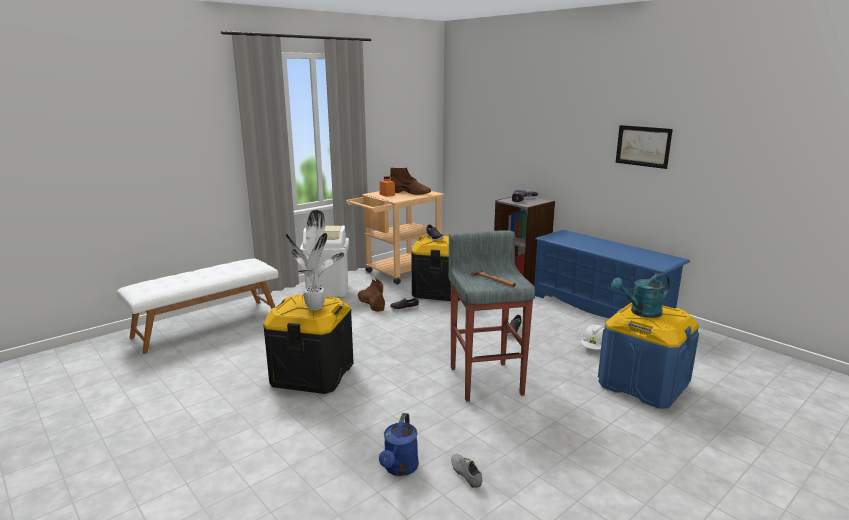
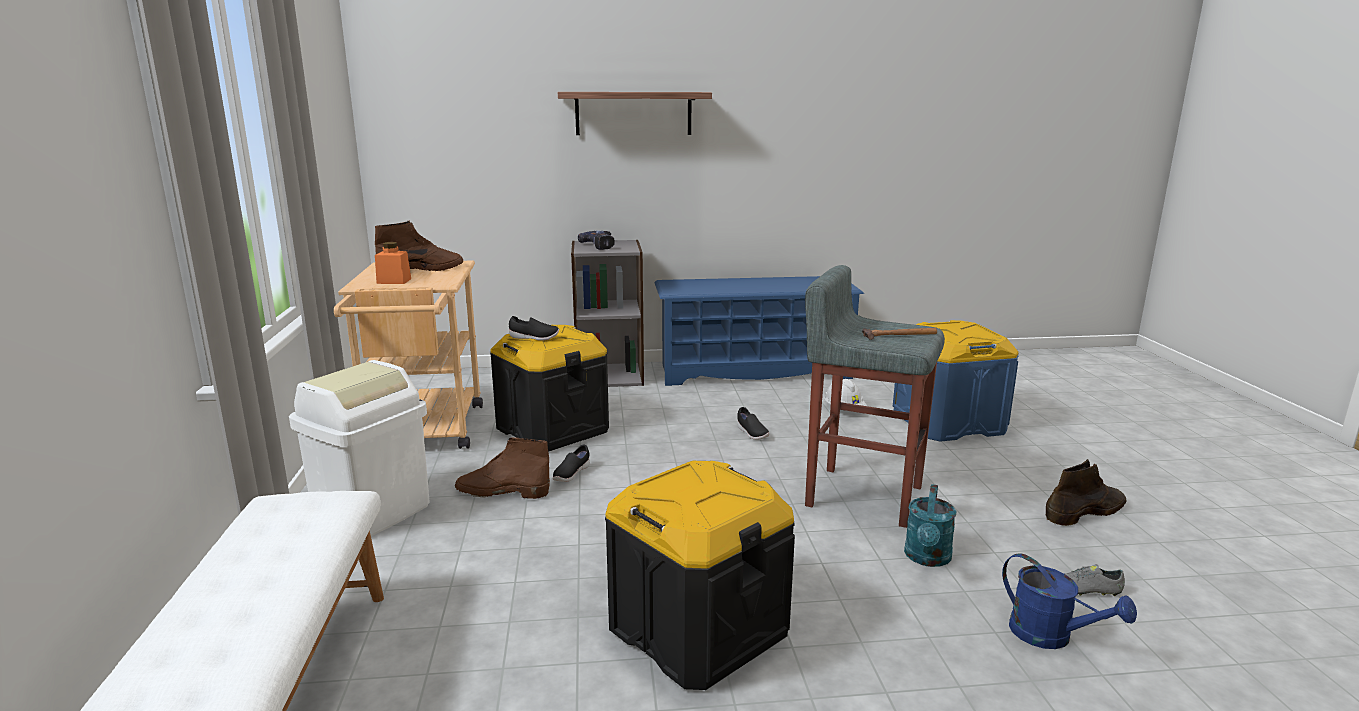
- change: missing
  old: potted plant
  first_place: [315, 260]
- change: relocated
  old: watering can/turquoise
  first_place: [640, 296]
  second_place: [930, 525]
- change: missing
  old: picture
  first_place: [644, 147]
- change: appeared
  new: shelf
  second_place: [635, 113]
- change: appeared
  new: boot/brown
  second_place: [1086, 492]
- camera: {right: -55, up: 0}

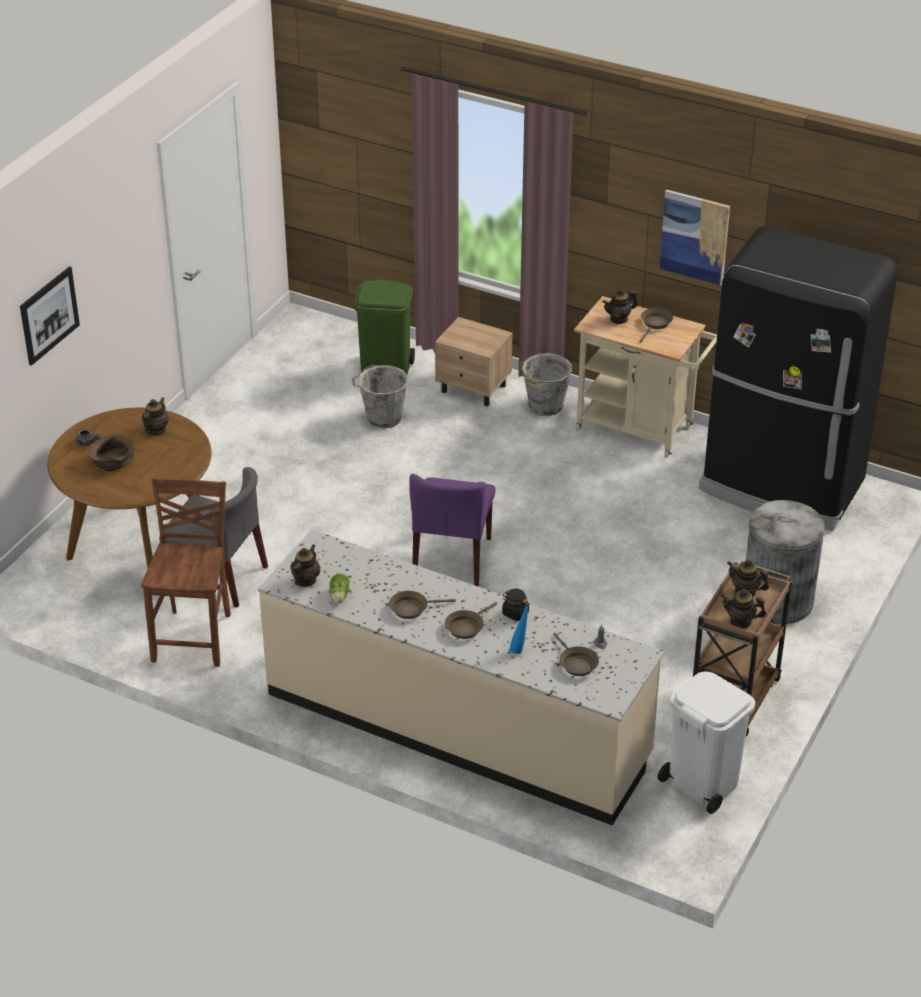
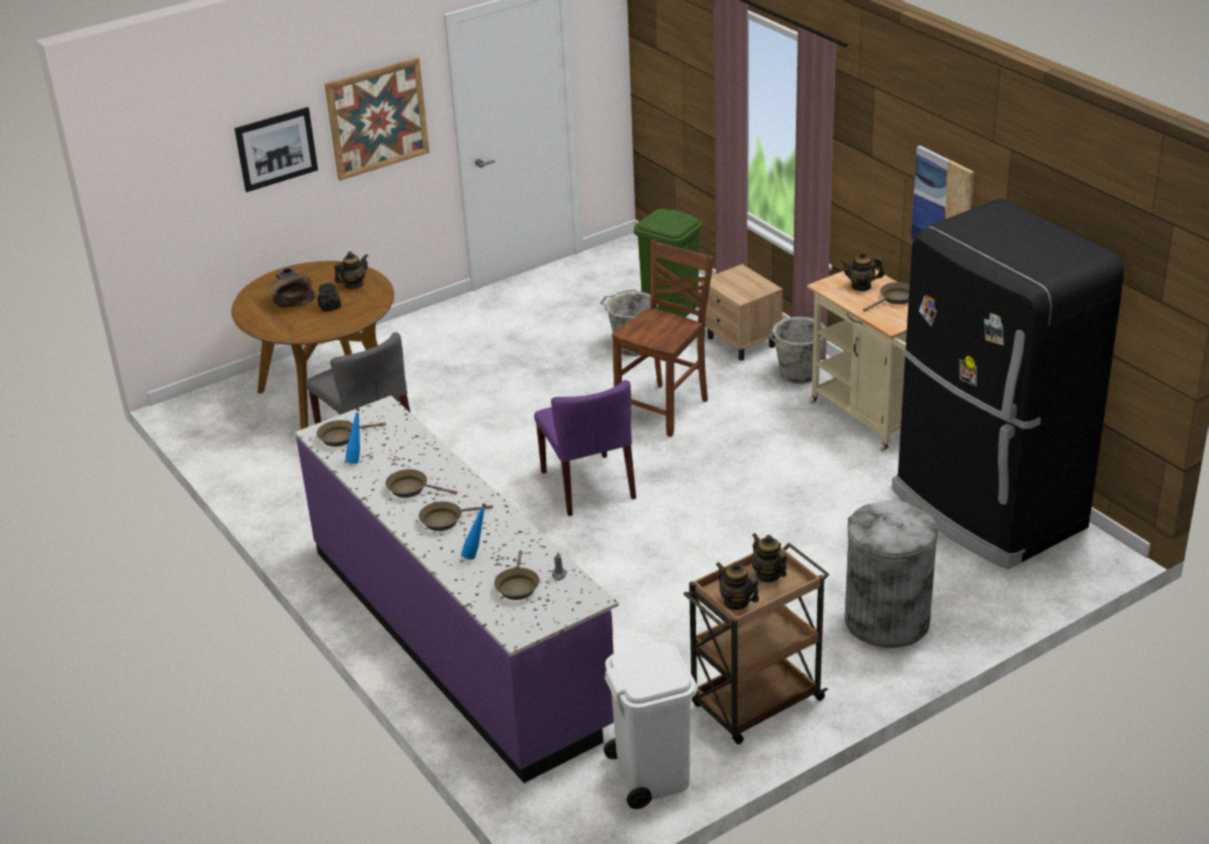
- change: relocated
  old: chair/brown
  first_place: [186, 572]
  second_place: [663, 338]
- change: colour
  old: counter/beige
  new: counter/purple
  first_place: [461, 677]
  second_place: [457, 589]
- change: exchanged
  old: teapot
  new: frying pan/brown
  first_place: [305, 565]
  second_place: [351, 433]
- change: exchanged
  old: lettuce
  new: bottle/blue
  first_place: [340, 588]
  second_place: [352, 436]
- change: spun
  old: chair/purple
  first_place: [452, 530]
  second_place: [585, 448]
  degrees: -60
- change: relocated
  old: jar/black
  first_place: [515, 605]
  second_place: [329, 297]
- change: appeared
  new: picture
  second_place: [377, 119]
- camera: {right: 30, up: -5}

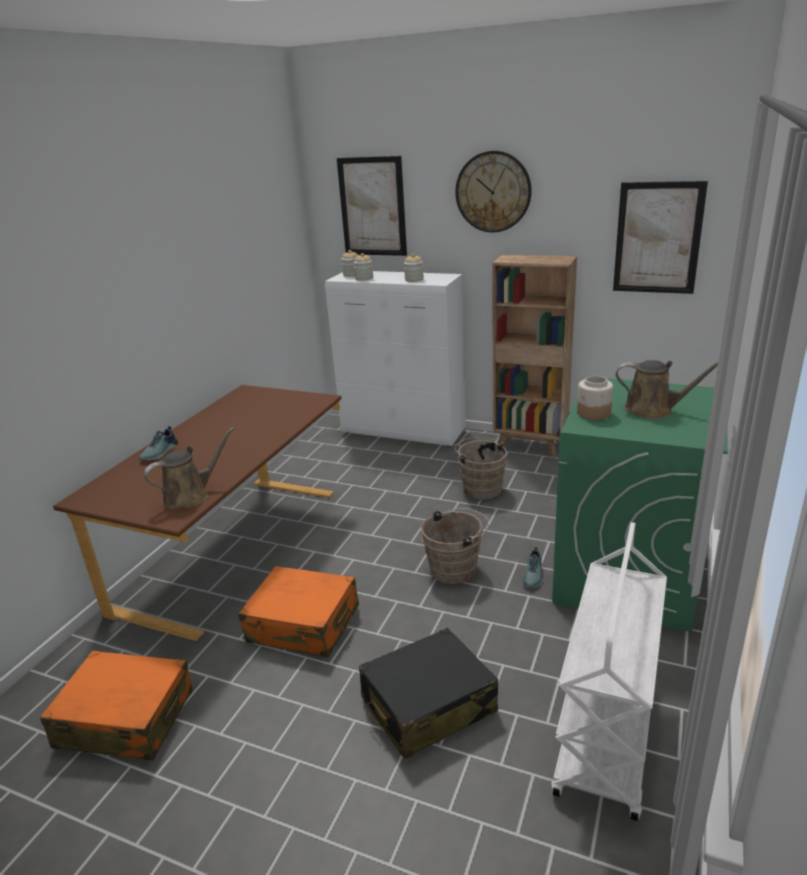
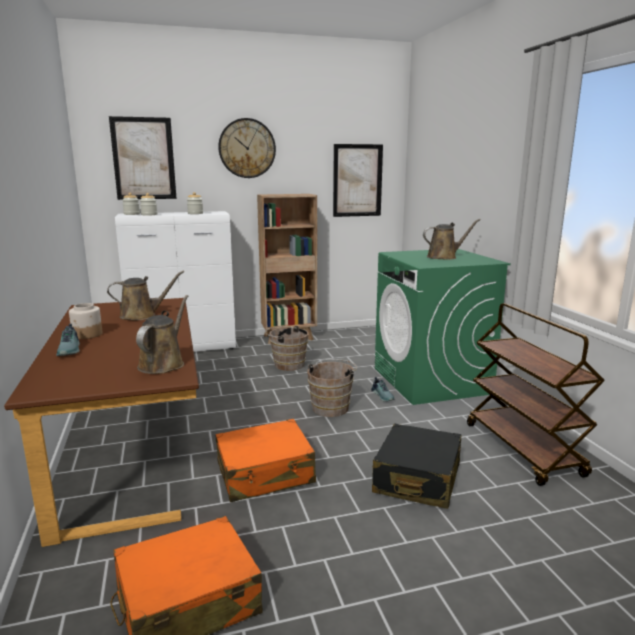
- change: colour
  old: cart/white
  new: cart/brown
  first_place: [609, 671]
  second_place: [536, 394]
- change: relocated
  old: jar
  first_place: [595, 398]
  second_place: [86, 321]
- change: appeared
  new: watering can/brown
  second_place: [145, 295]
- camera: {right: -40, up: -10}

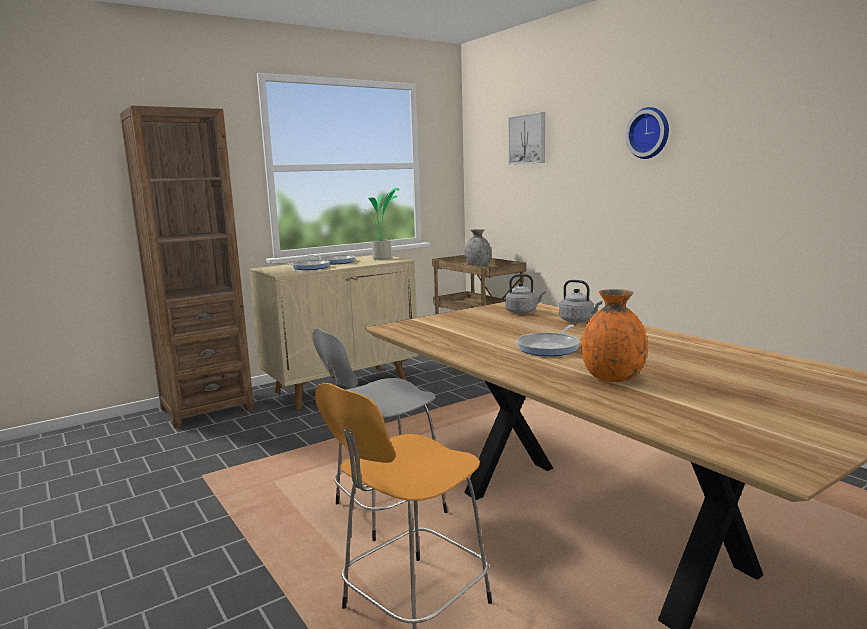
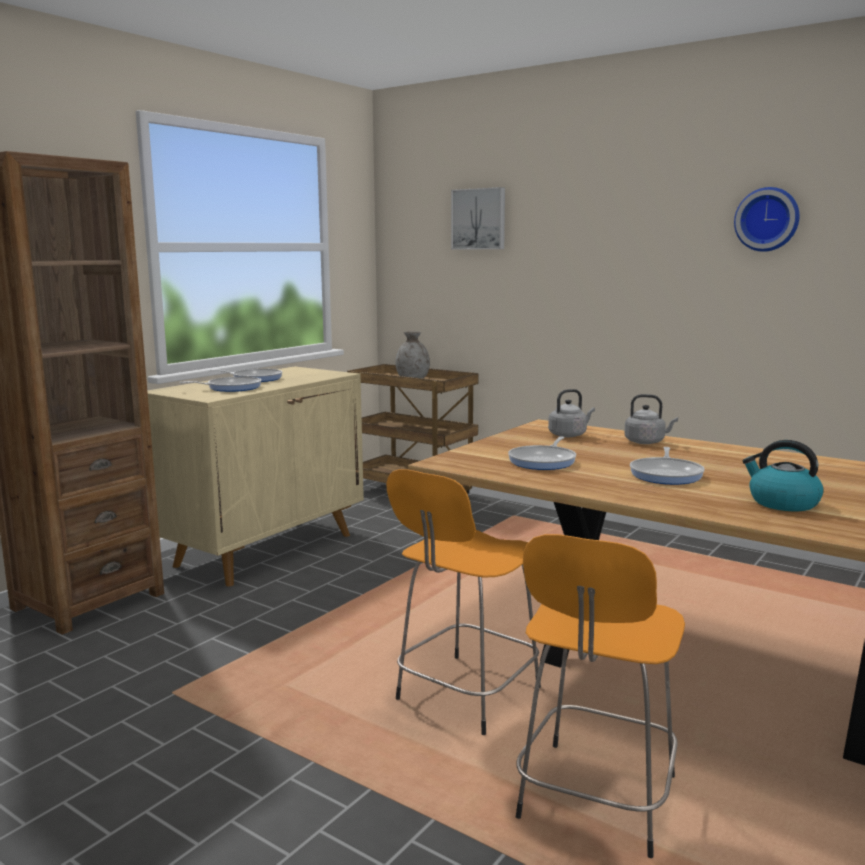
- change: colour
  old: stool/grey
  new: stool/orange
  first_place: [380, 434]
  second_place: [463, 602]
- change: missing
  old: potted plant
  first_place: [380, 224]
- change: exchanged
  old: vase/orange
  new: kettle
  first_place: [614, 335]
  second_place: [783, 475]
- change: relocated
  old: wall clock
  first_place: [647, 133]
  second_place: [767, 219]
- change: appeared
  new: frying pan
  second_place: [542, 453]
- camera: {right: -20, up: 0}

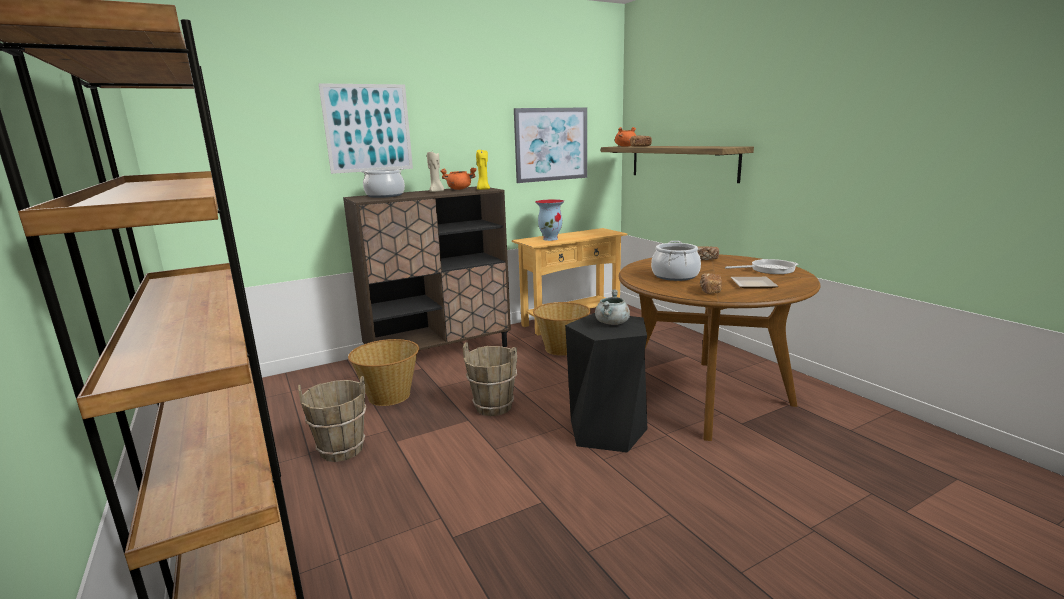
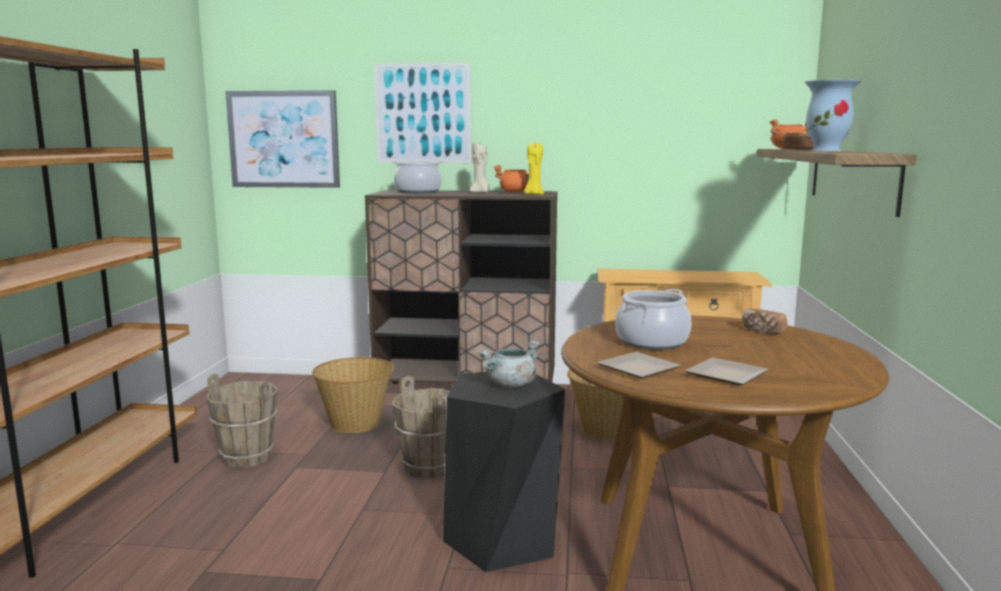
- change: relocated
  old: picture
  first_place: [550, 145]
  second_place: [282, 139]
- change: relocated
  old: vase
  first_place: [549, 220]
  second_place: [833, 115]
- change: exchanged
  old: bread
  new: plate
  first_place: [711, 283]
  second_place: [639, 365]
- change: missing
  old: frying pan
  first_place: [761, 266]
- camera: {right: 35, up: -5}

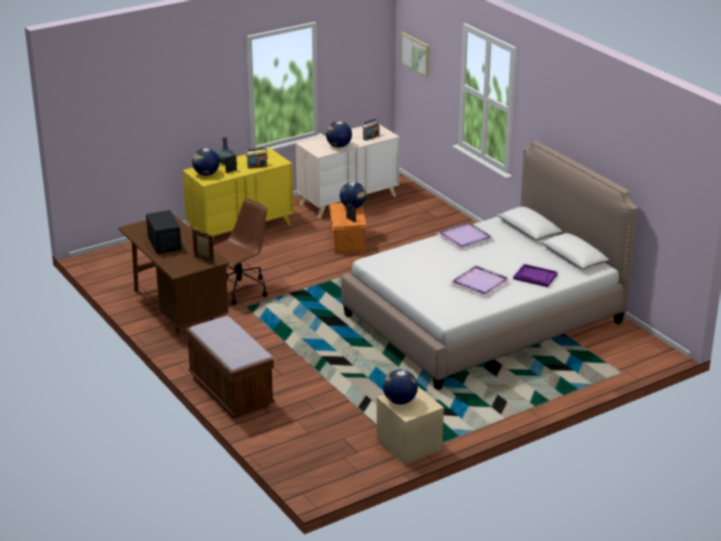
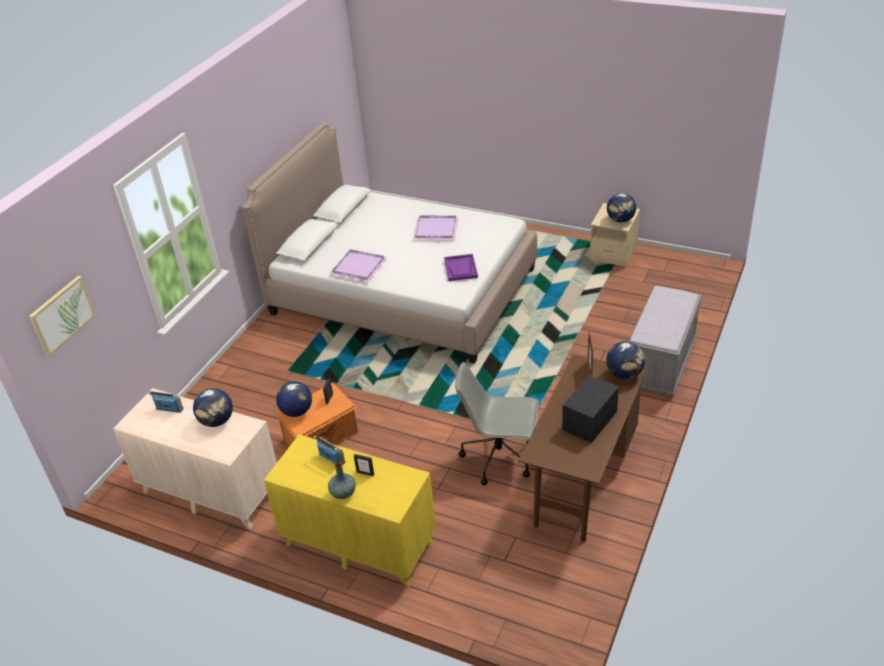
- change: colour
  old: bench/brown
  new: bench/grey
  first_place: [230, 367]
  second_place: [665, 340]
- change: relocated
  old: globe
  first_place: [206, 162]
  second_place: [625, 360]
- change: colour
  old: office chair/brown
  new: office chair/grey
  first_place: [240, 252]
  second_place: [497, 423]
- change: relocated
  old: tray/purple
  first_place: [535, 275]
  second_place: [461, 267]
- camera: {right: -120, up: 10}

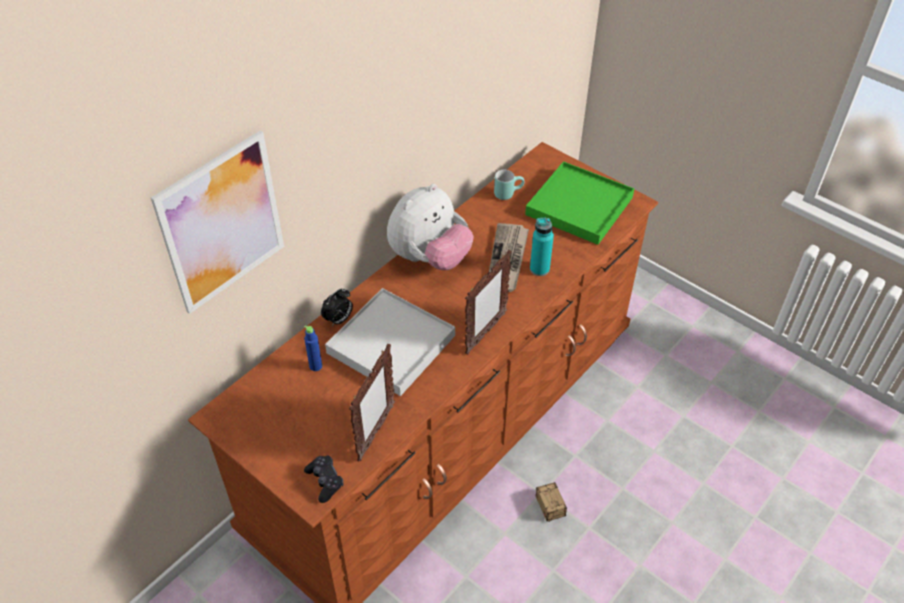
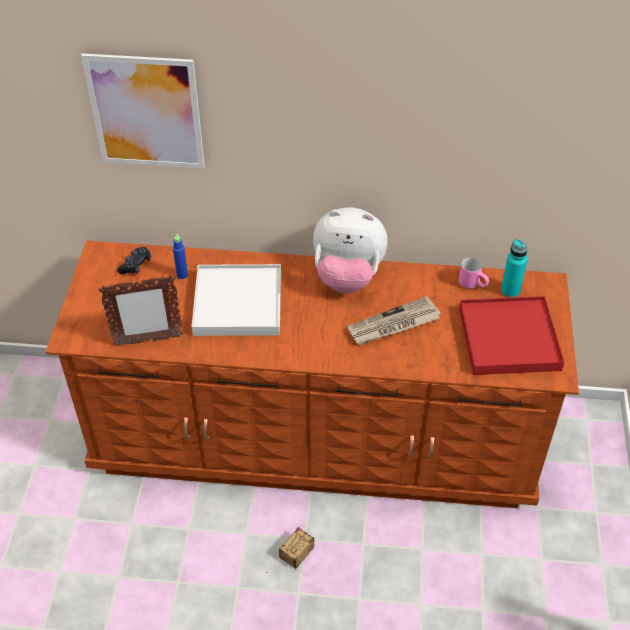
- change: relocated
  old: game controller/black
  first_place: [324, 479]
  second_place: [134, 260]
- change: missing
  old: alarm clock
  first_place: [337, 307]
- change: missing
  old: picture frame
  first_place: [488, 302]
- change: colour
  old: mug/turquoise
  new: mug/pink
  first_place: [509, 185]
  second_place: [474, 273]
- change: colour
  old: tray/green
  new: tray/red
  first_place: [579, 203]
  second_place: [512, 335]
- change: relocated
  old: bottle/turquoise
  first_place: [542, 247]
  second_place: [514, 268]
- camera: {right: 55, up: 0}

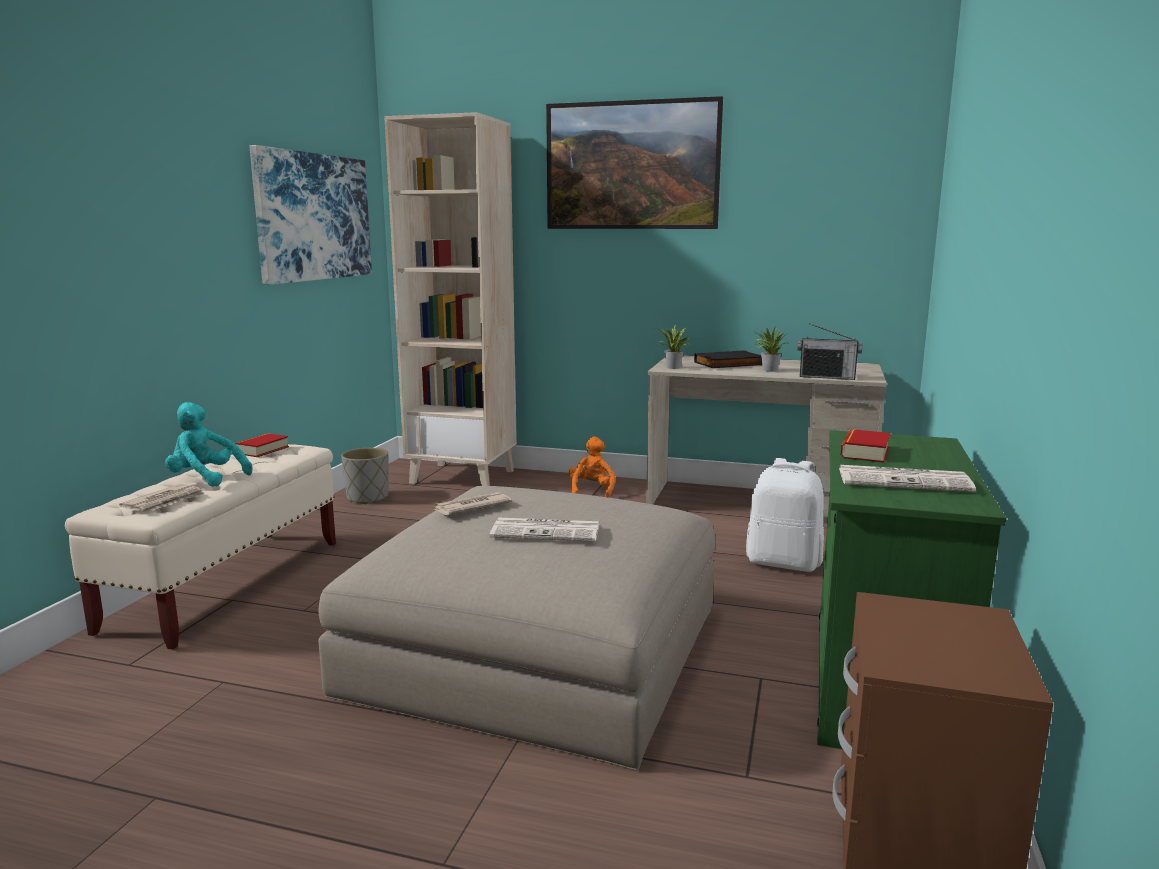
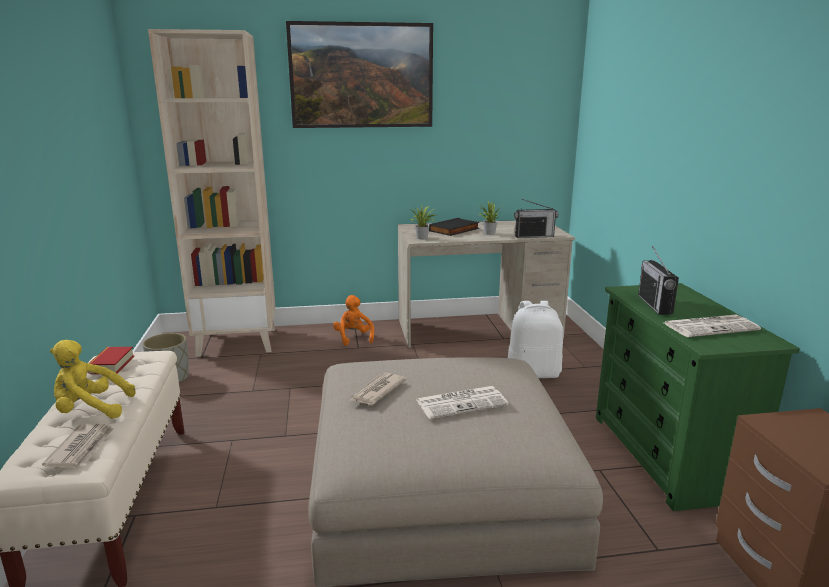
- change: colour
  old: plush toy/turquoise
  new: plush toy/yellow
  first_place: [209, 444]
  second_place: [93, 379]
- change: missing
  old: picture
  first_place: [311, 215]
- change: exchanged
  old: book
  new: radio
  first_place: [865, 446]
  second_place: [658, 280]
- camera: {right: -25, up: 5}

